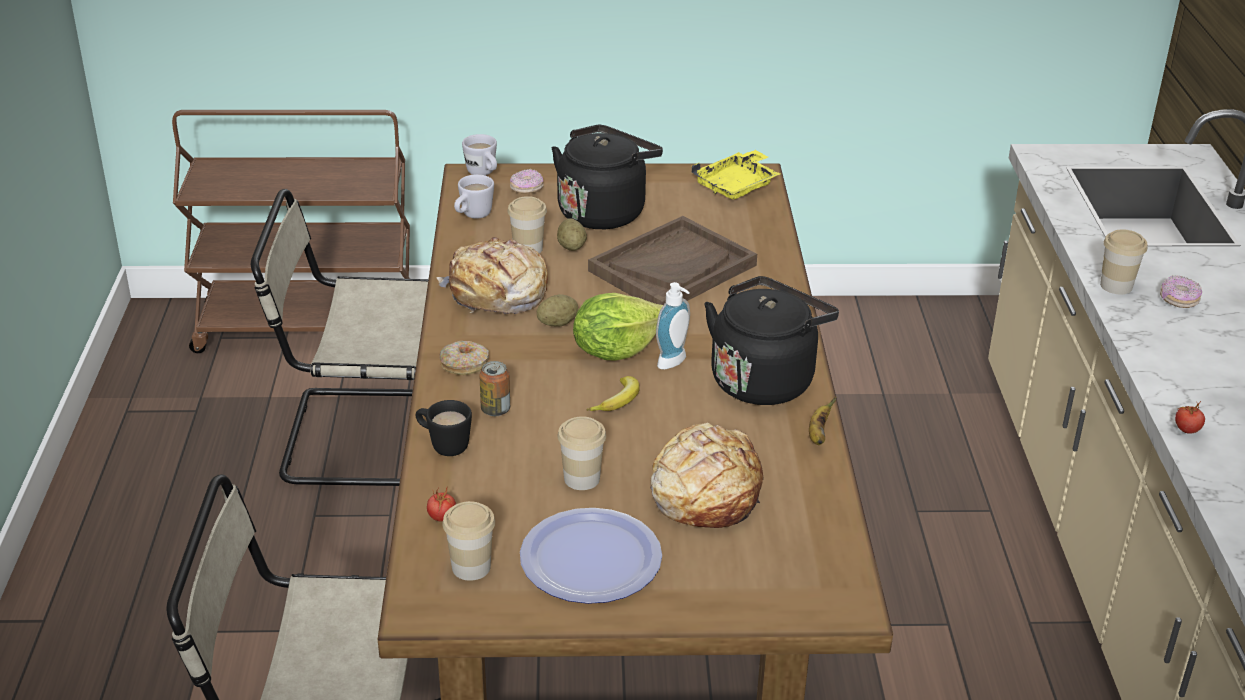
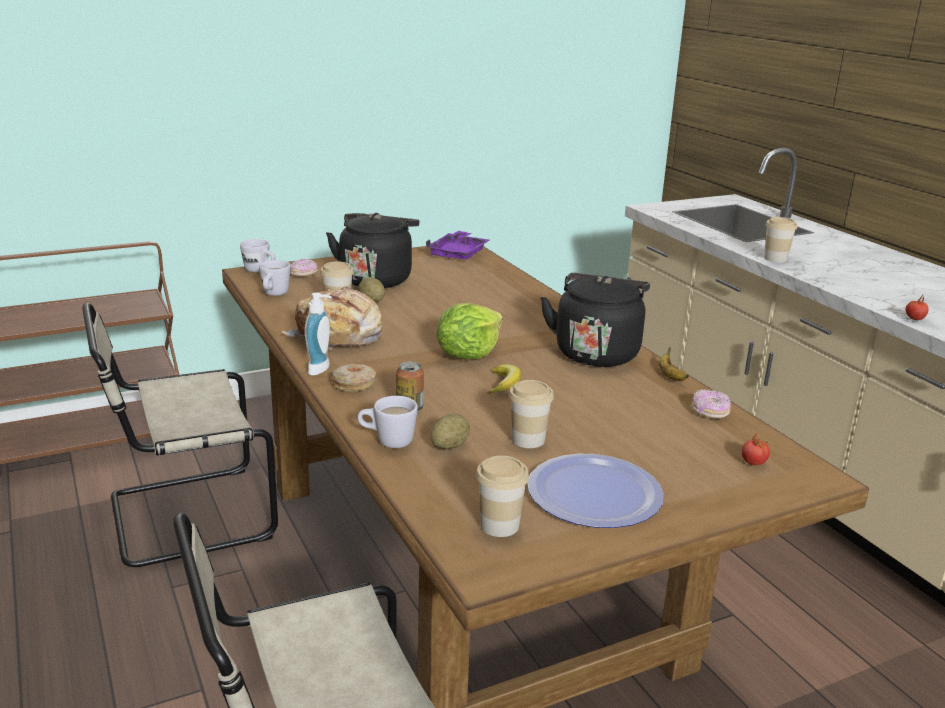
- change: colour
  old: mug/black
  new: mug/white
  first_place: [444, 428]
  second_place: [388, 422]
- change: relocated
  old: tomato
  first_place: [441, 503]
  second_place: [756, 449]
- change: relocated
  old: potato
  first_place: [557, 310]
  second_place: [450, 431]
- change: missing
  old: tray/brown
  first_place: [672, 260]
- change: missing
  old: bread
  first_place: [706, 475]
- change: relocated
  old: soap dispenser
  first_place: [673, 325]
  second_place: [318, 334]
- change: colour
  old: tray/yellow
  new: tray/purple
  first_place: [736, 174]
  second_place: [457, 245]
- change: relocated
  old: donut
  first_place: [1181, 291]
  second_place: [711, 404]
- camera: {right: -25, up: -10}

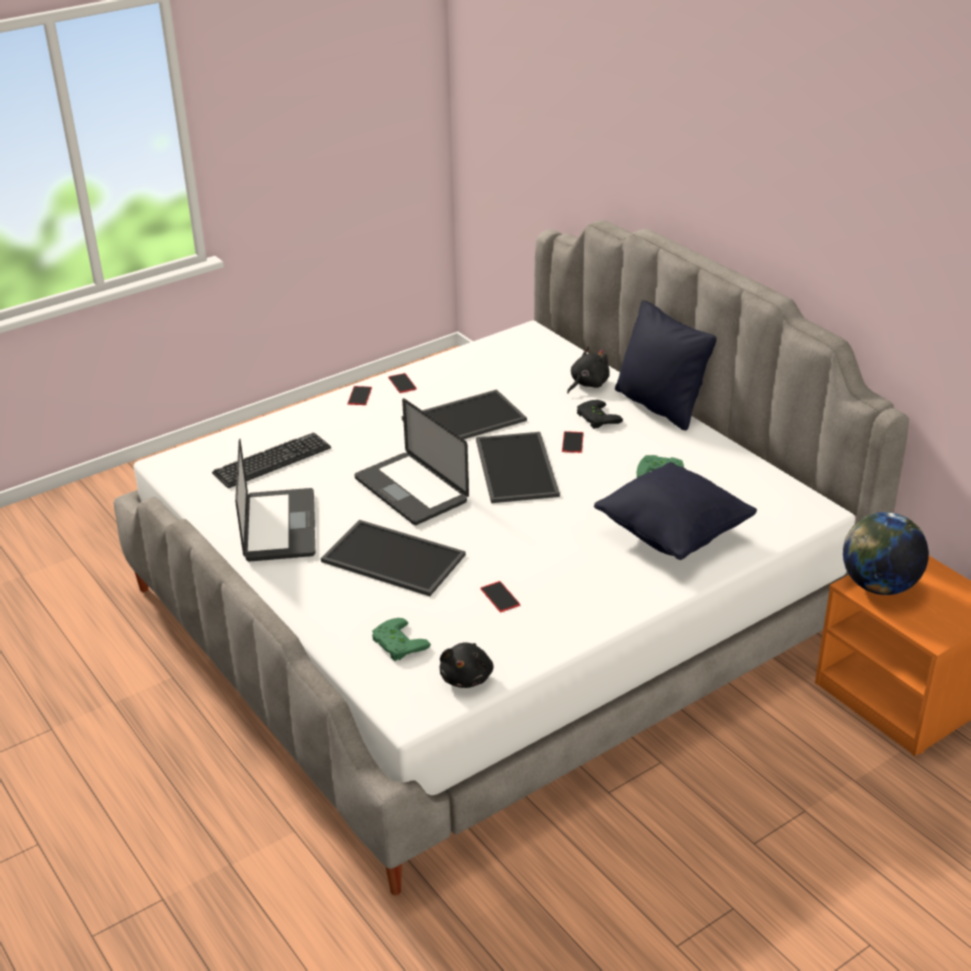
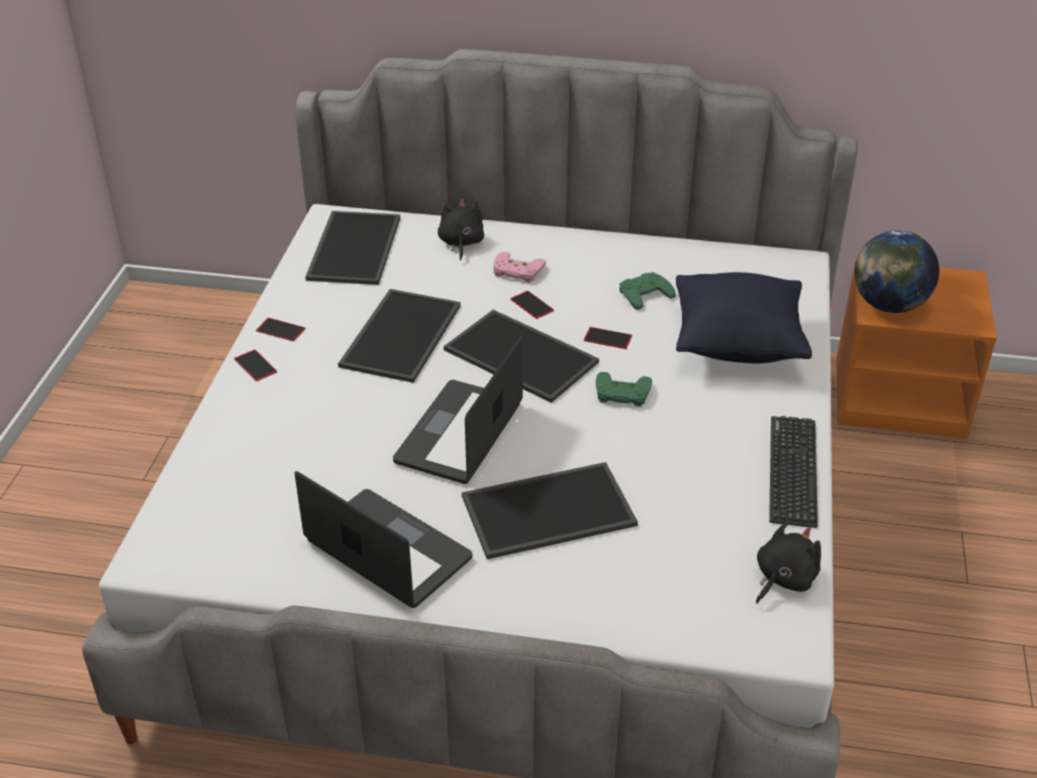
- change: relocated
  old: keyboard
  first_place: [271, 460]
  second_place: [793, 472]
- change: spun
  old: laptop
  first_place: [411, 461]
  second_place: [458, 410]
  degrees: 105
- change: relocated
  old: game controller/green
  first_place: [401, 639]
  second_place: [624, 389]
- change: spun
  old: plush toy/black
  first_place: [467, 665]
  second_place: [788, 562]
  degrees: -105
- change: relocated
  old: phone
  first_place: [500, 596]
  second_place: [608, 338]
- change: colour
  old: game controller/black
  new: game controller/pink
  first_place: [600, 414]
  second_place: [520, 267]
- change: missing
  old: pillow/black
  first_place: [666, 365]
- change: appeared
  new: tray
  second_place: [352, 248]
- camera: {right: -45, up: 5}

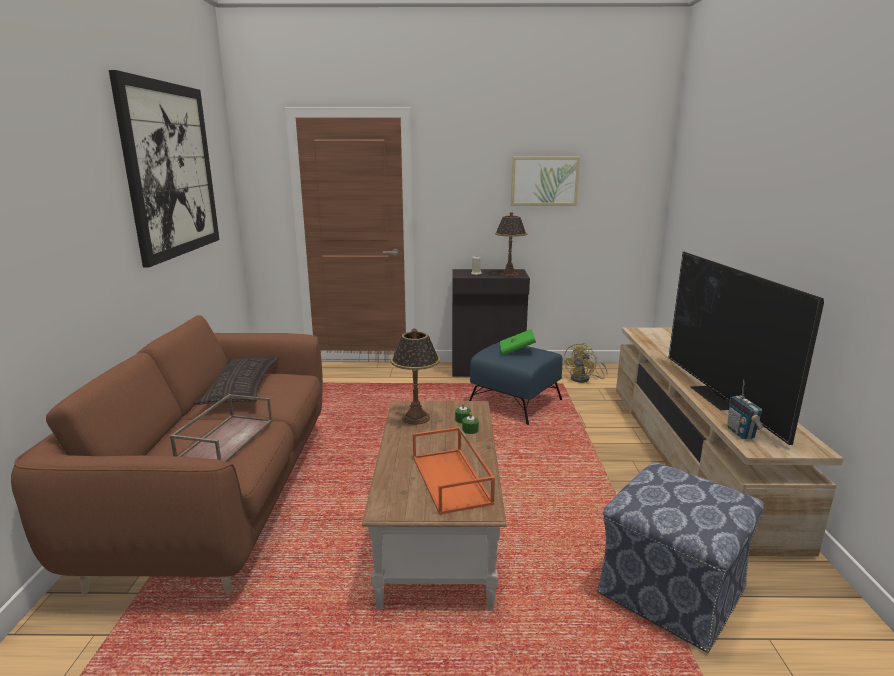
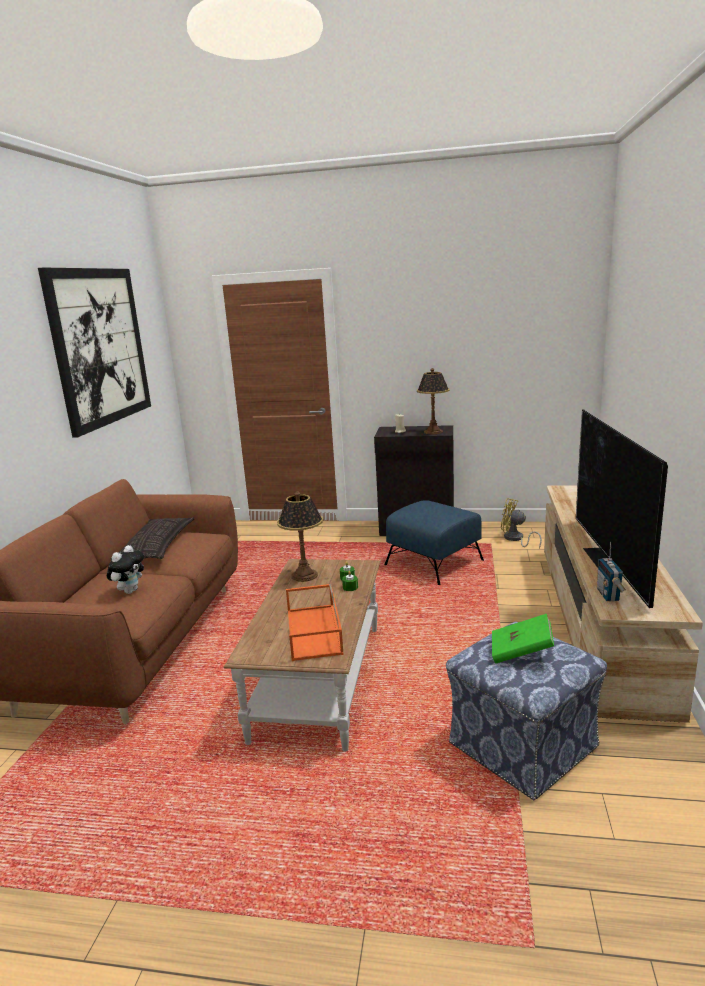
- change: exchanged
  old: tray/brown
  new: plush toy
  first_place: [221, 428]
  second_place: [125, 569]
- change: relocated
  old: book/green
  first_place: [518, 342]
  second_place: [523, 638]
- change: missing
  old: picture
  first_place: [545, 181]
- change: spun
  old: fan/yellow
  first_place: [585, 363]
  second_place: [521, 523]
  degrees: 75
- camera: {right: 10, up: 0}

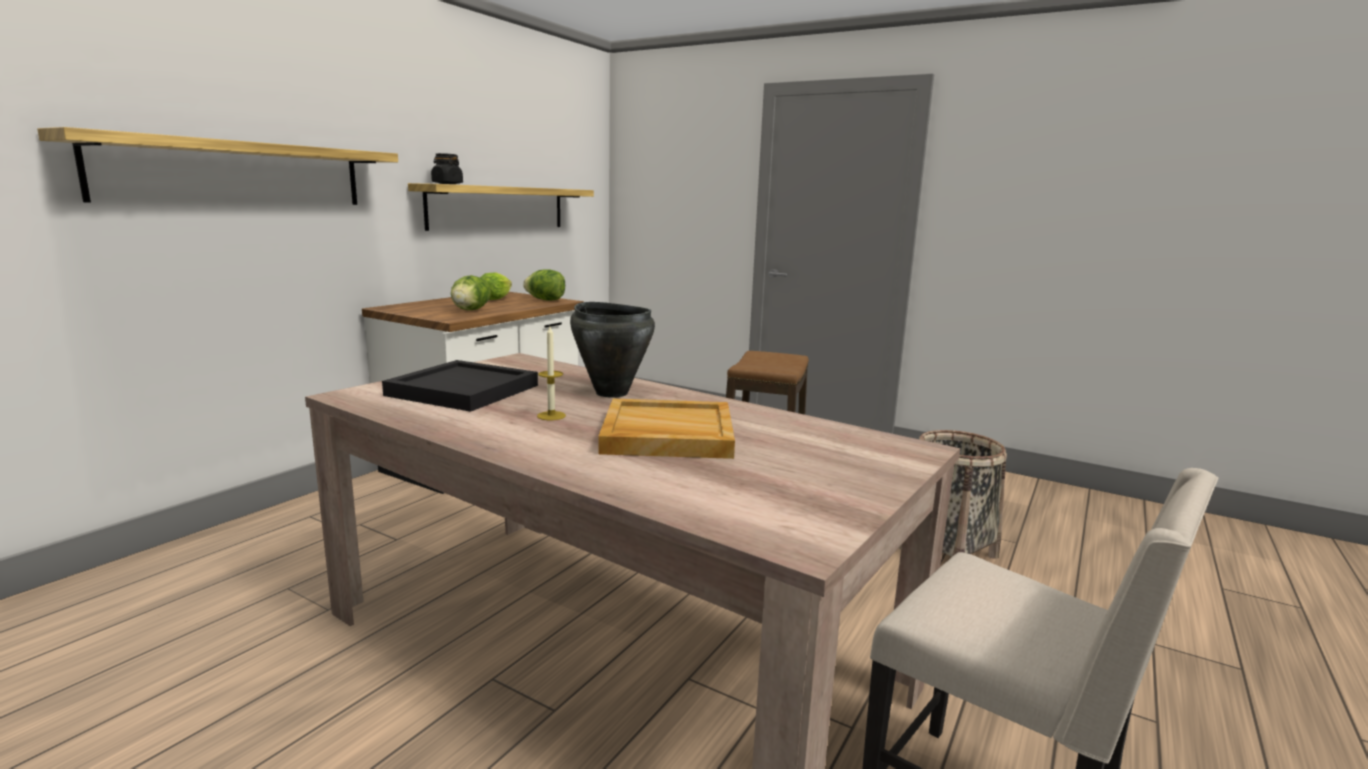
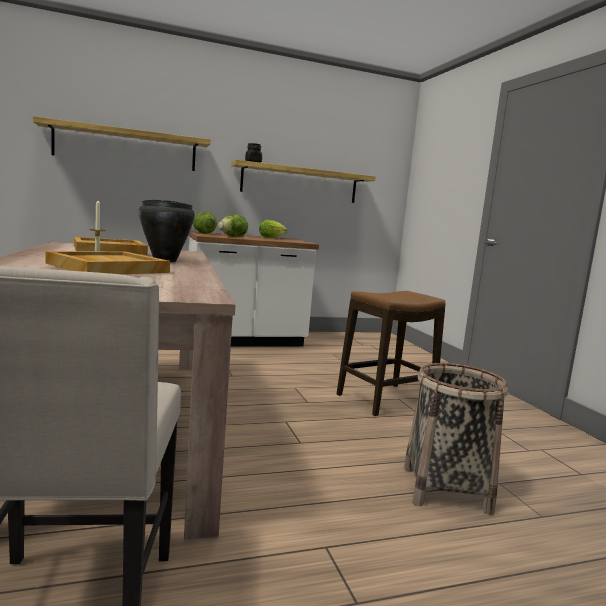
- change: colour
  old: tray/black
  new: tray/beige
  first_place: [460, 386]
  second_place: [111, 246]
- change: relocated
  old: lettuce
  first_place: [544, 285]
  second_place: [205, 223]
- camera: {right: 40, up: -5}

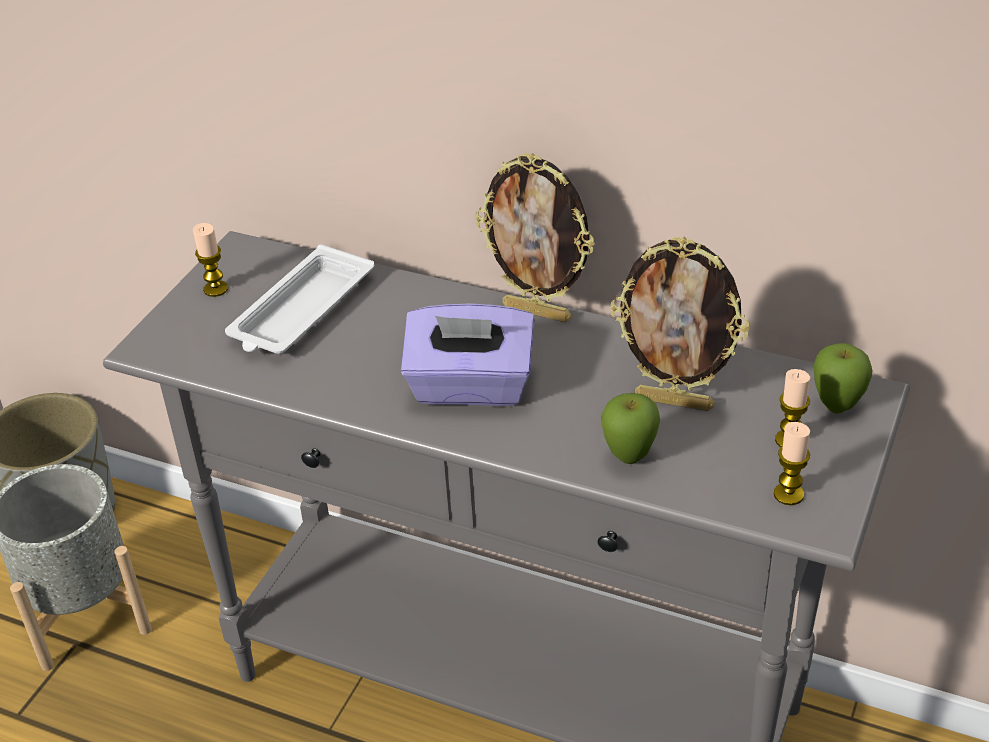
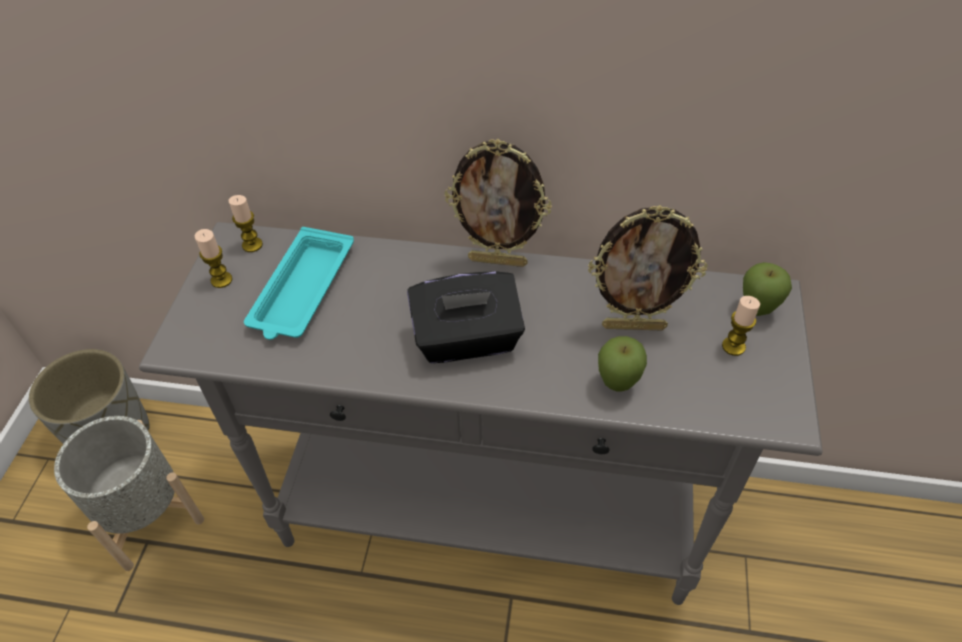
- change: colour
  old: tray/white
  new: tray/turquoise
  first_place: [299, 299]
  second_place: [299, 283]
- change: colour
  old: tissue box/purple
  new: tissue box/black
  first_place: [468, 354]
  second_place: [466, 317]
- change: relocated
  old: candle
  first_place: [792, 463]
  second_place: [245, 223]
- camera: {right: -15, up: 10}

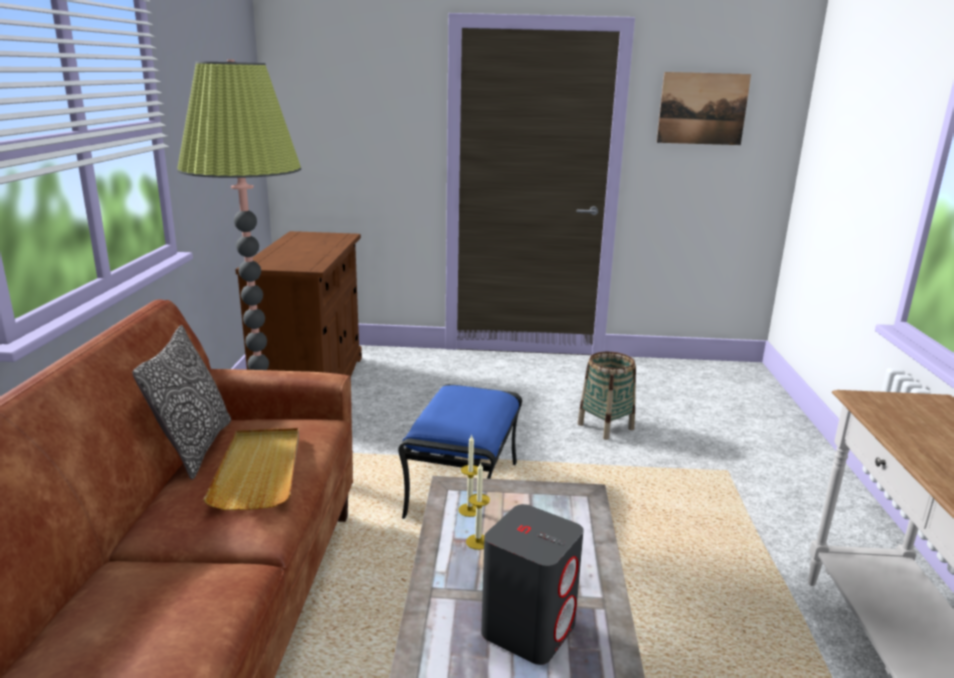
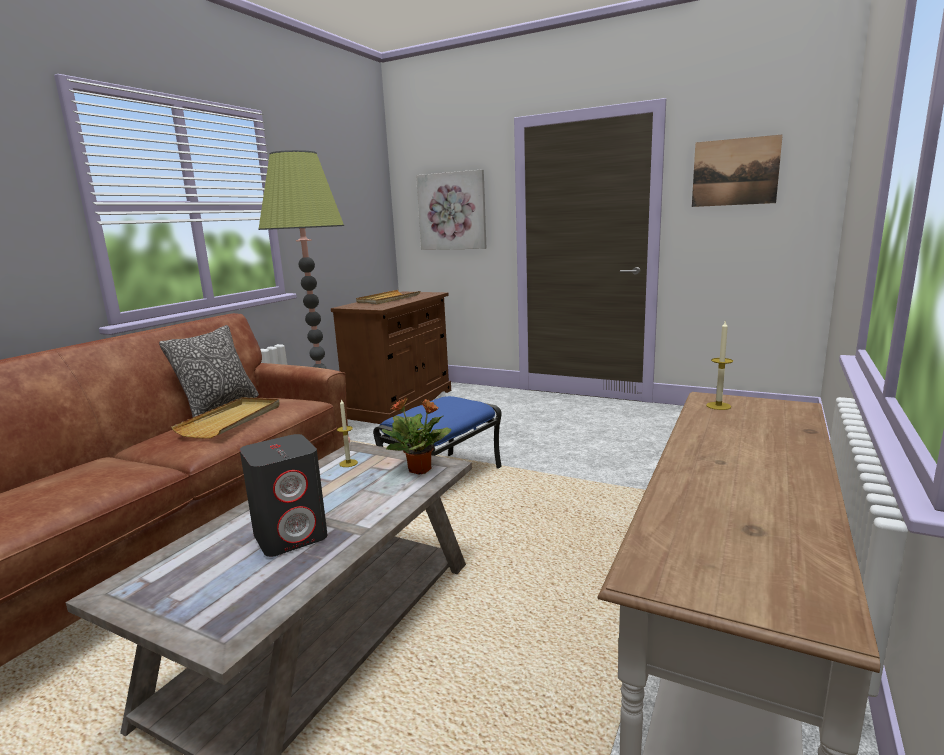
- change: relocated
  old: candle
  first_place: [478, 506]
  second_place: [719, 365]
- change: missing
  old: basket
  first_place: [606, 396]
- change: appeared
  new: tray/beige
  second_place: [388, 297]
- change: appeared
  new: potted plant
  second_place: [416, 435]
- change: appeared
  new: picture
  second_place: [451, 209]
- camera: {right: 25, up: -5}

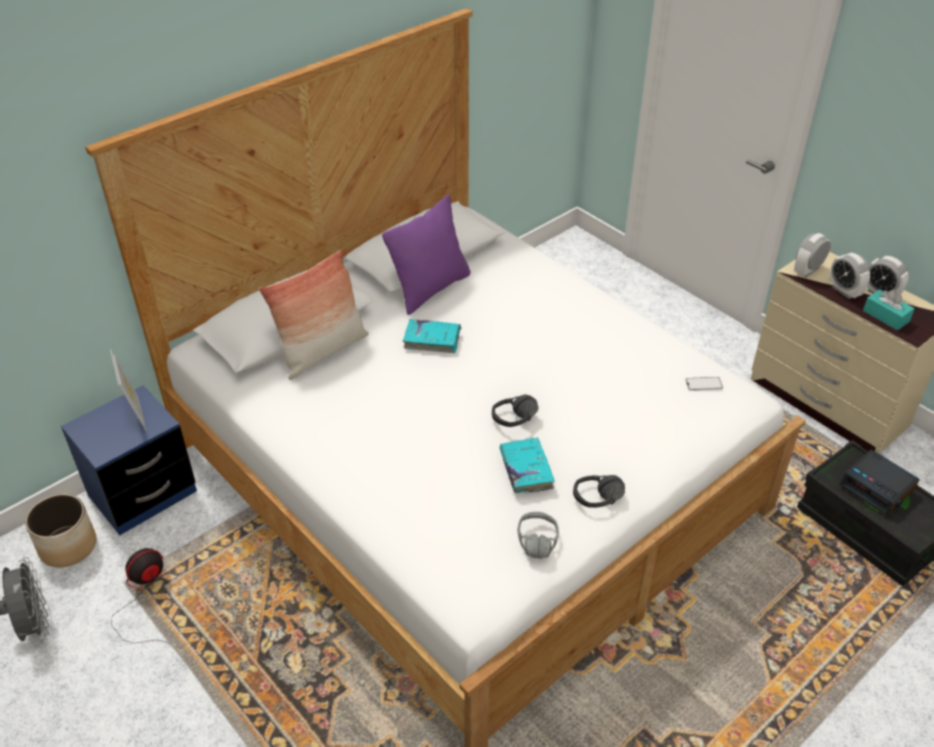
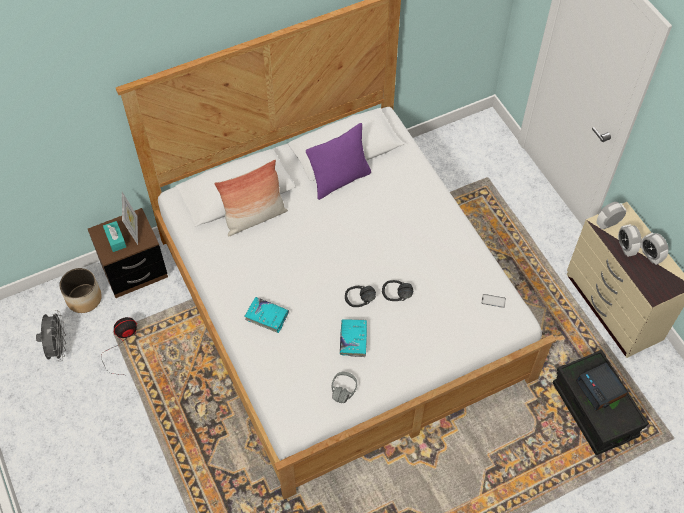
- change: colour
  old: nightstand/blue
  new: nightstand/brown
  first_place: [129, 460]
  second_place: [128, 253]
- change: relocated
  old: book/turquoise
  first_place: [432, 336]
  second_place: [267, 315]
- change: relocated
  old: headphones/black
  first_place: [599, 491]
  second_place: [397, 290]
- change: relocated
  old: tissue box/turquoise
  first_place: [889, 309]
  second_place: [114, 236]
- camera: {right: 15, up: 15}

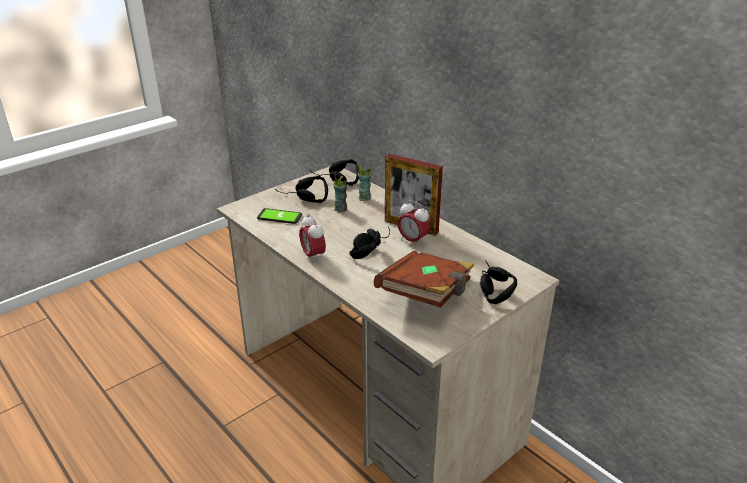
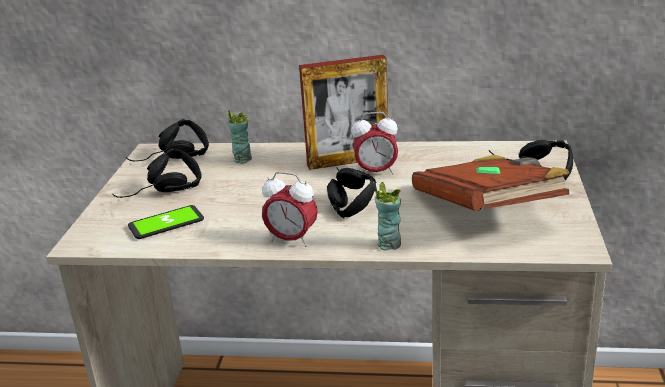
- change: relocated
  old: cup
  first_place: [340, 192]
  second_place: [387, 216]
- camera: {right: -40, up: -5}

